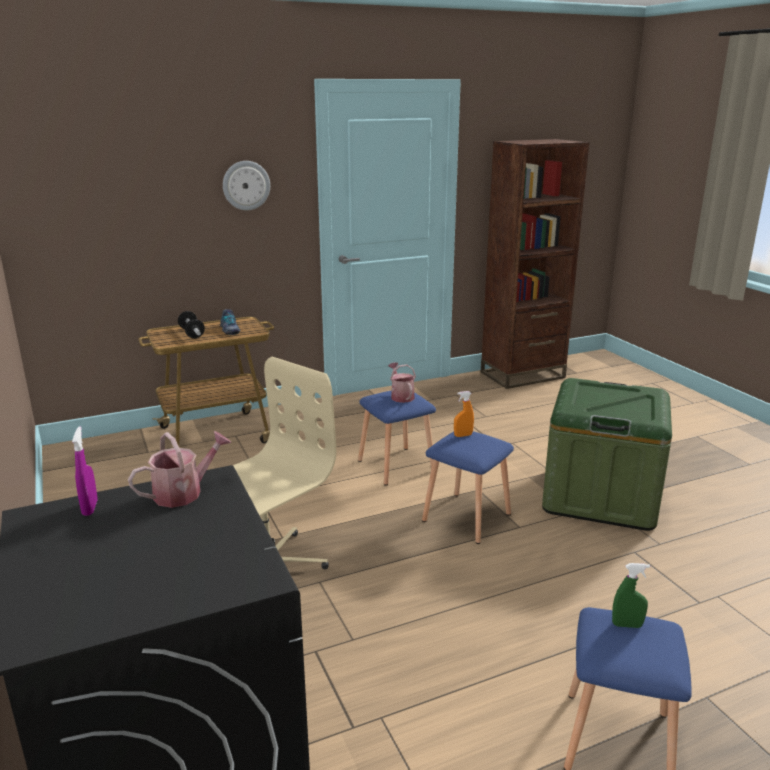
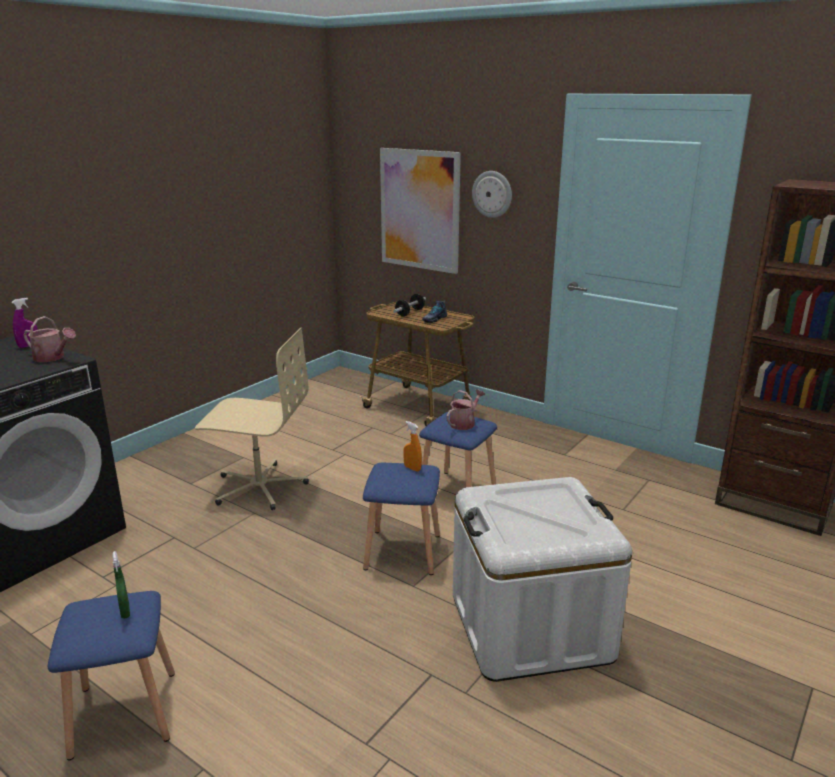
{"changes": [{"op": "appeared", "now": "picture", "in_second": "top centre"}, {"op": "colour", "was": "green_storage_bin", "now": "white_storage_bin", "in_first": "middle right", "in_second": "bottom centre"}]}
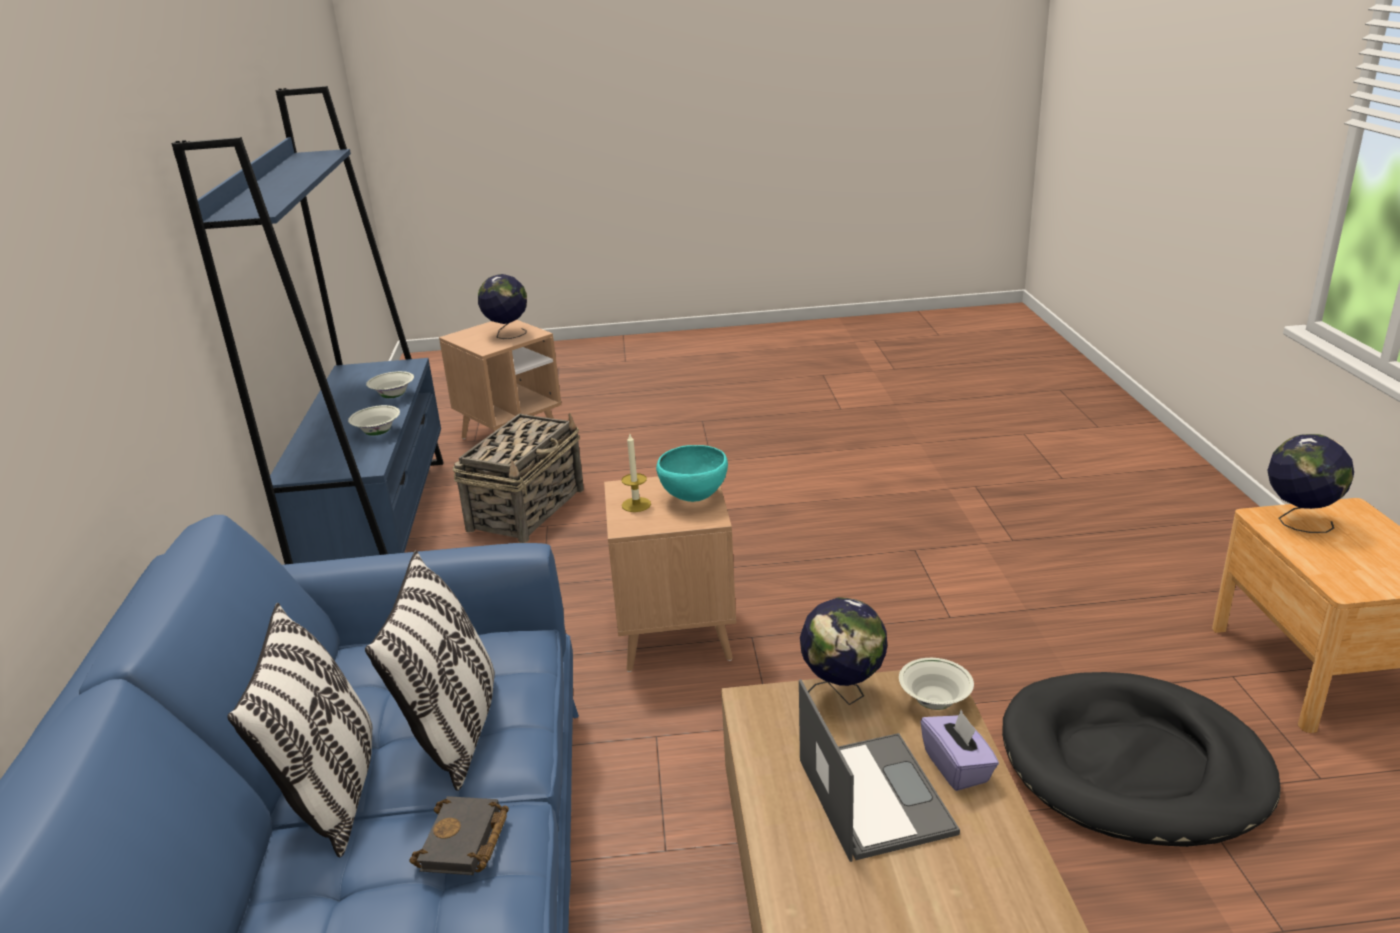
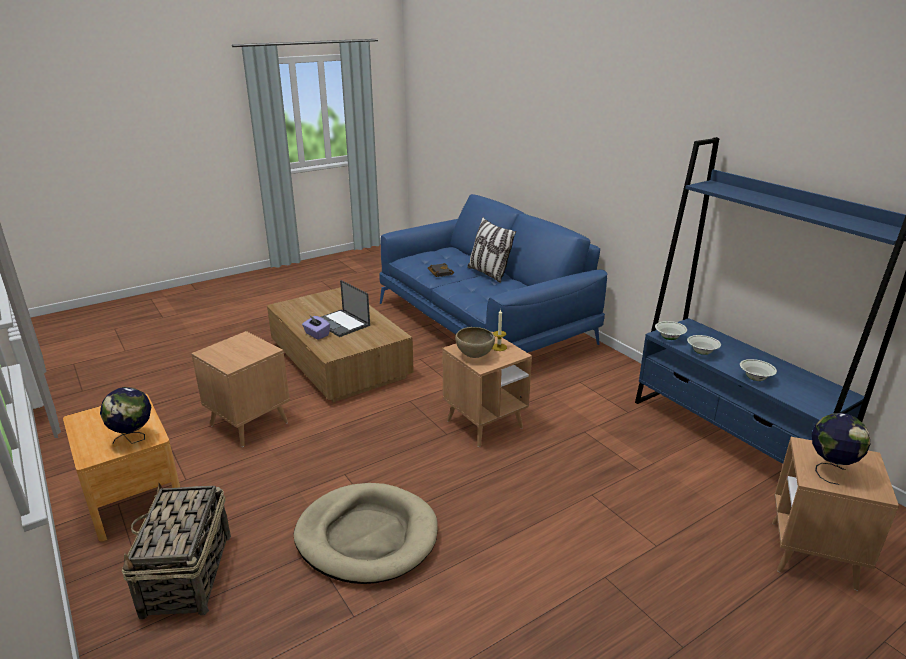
{"changes": [{"op": "missing", "was": "throw_pillow (no. 2 from left)", "in_first": "bottom left"}, {"op": "missing", "was": "world_globe (no. 2 from left)", "in_first": "bottom centre"}, {"op": "appeared", "now": "sand-coloured_dog_bed", "in_second": "bottom centre"}, {"op": "relocated", "was": "household_basket", "in_first": "centre", "in_second": "bottom left"}, {"op": "relocated", "was": "white_serving_bowl (no. 3 from left in the first image)", "now": "white_serving_bowl (no. 1 from left)", "in_first": "bottom right", "in_second": "middle right"}, {"op": "exchanged", "was": "black-coloured_dog_bed", "now": "brown_side_table (no. 1 from left)", "in_first": "bottom right", "in_second": "middle left"}, {"op": "colour", "was": "turquoise_serving_bowl", "now": "brown_serving_bowl", "in_first": "centre", "in_second": "centre"}]}
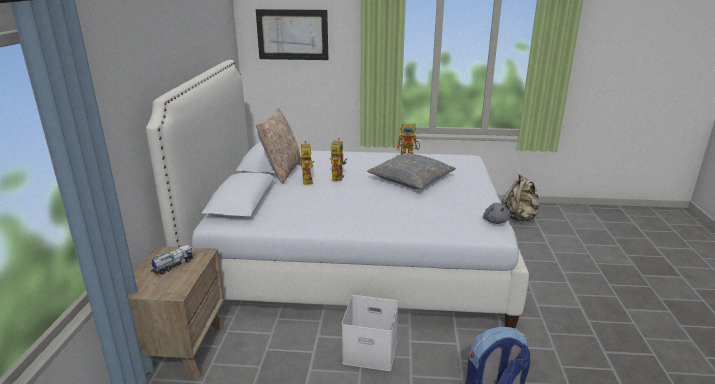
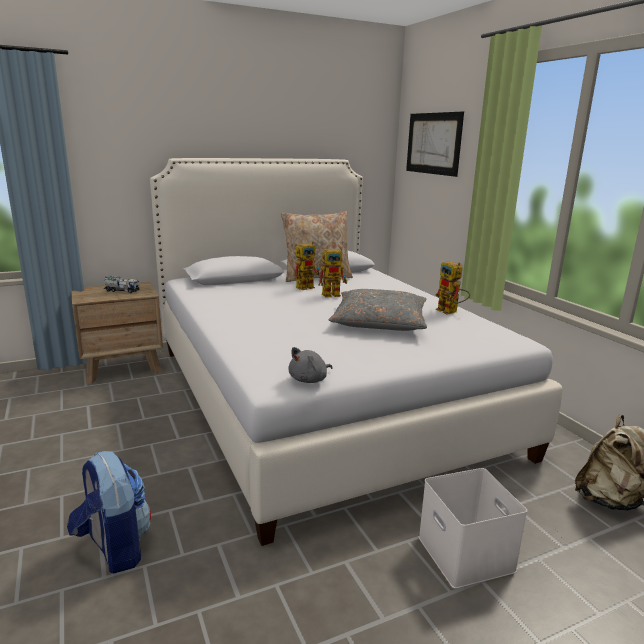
{"changes": [{"op": "relocated", "was": "white_storage_bin", "in_first": "bottom centre", "in_second": "bottom right"}]}
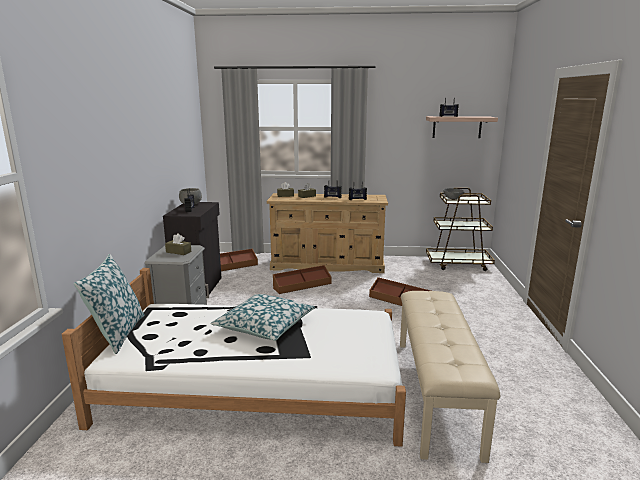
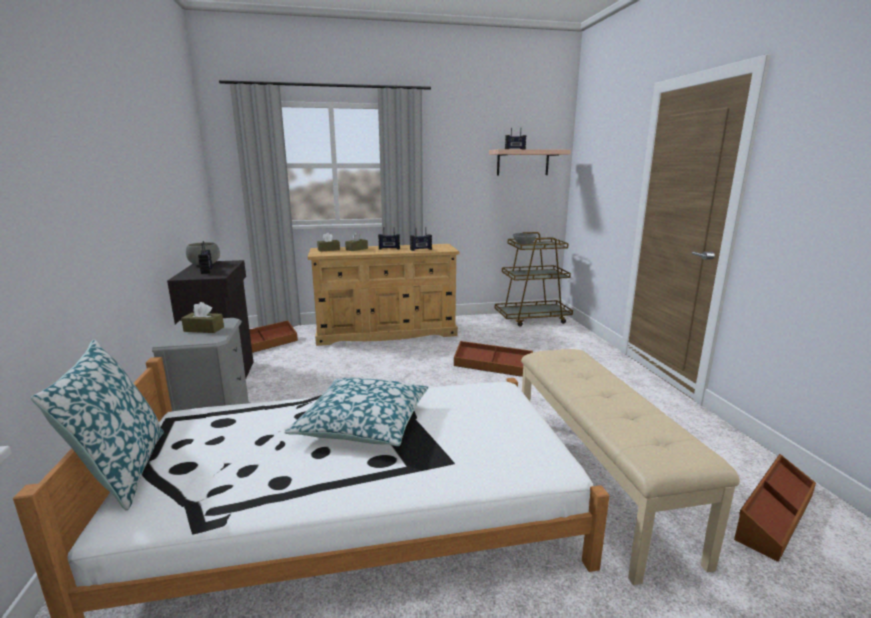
{"changes": [{"op": "relocated", "was": "brown_storage_bin (no. 2 from left in the first image)", "now": "brown_storage_bin (no. 3 from left)", "in_first": "centre", "in_second": "bottom right"}]}
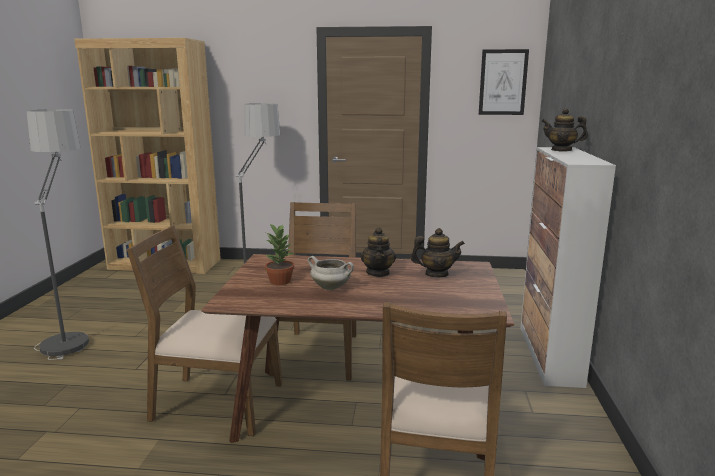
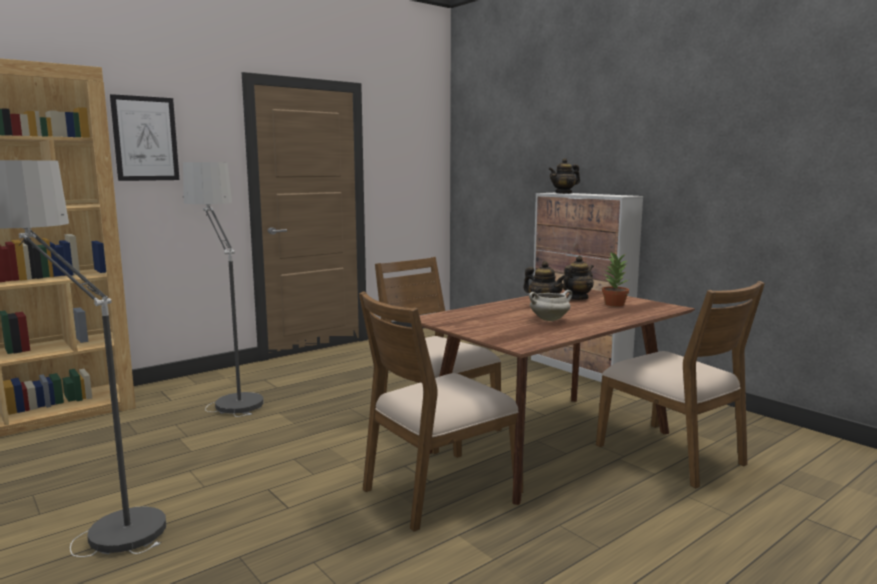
{"changes": [{"op": "relocated", "was": "plant_in_a_pot", "in_first": "centre", "in_second": "middle right"}, {"op": "relocated", "was": "picture", "in_first": "top right", "in_second": "top left"}]}
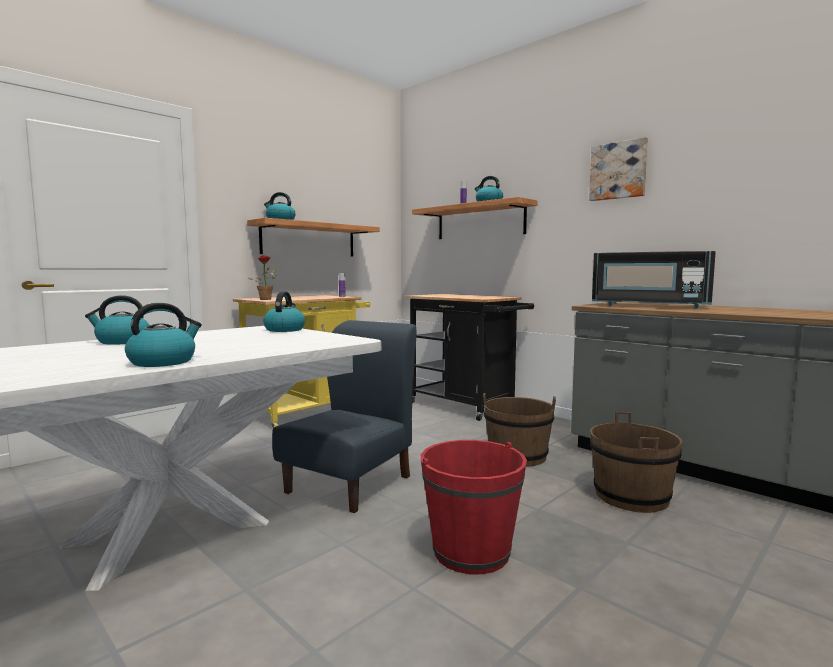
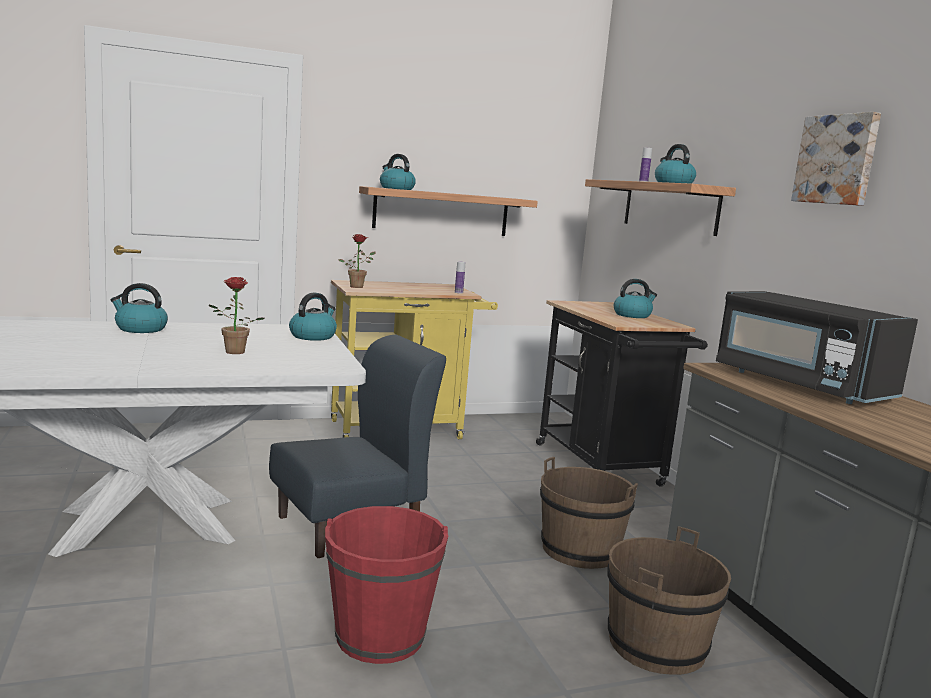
{"changes": [{"op": "appeared", "now": "plant_in_a_pot (no. 1 from left)", "in_second": "middle left"}, {"op": "relocated", "was": "tea_kettle (no. 2 from left in the first image)", "now": "tea_kettle (no. 4 from left)", "in_first": "middle left", "in_second": "middle right"}]}
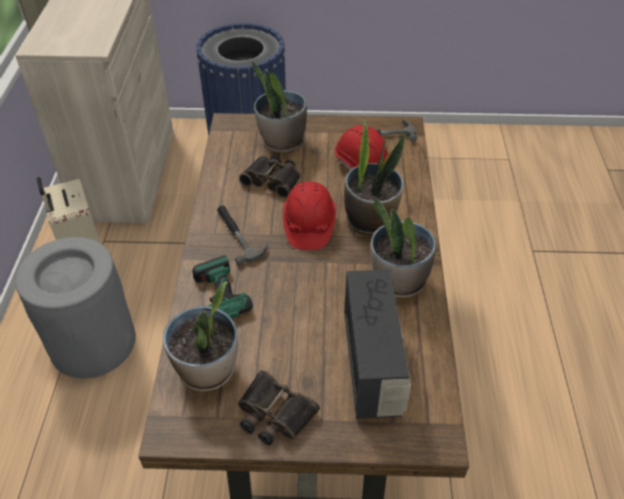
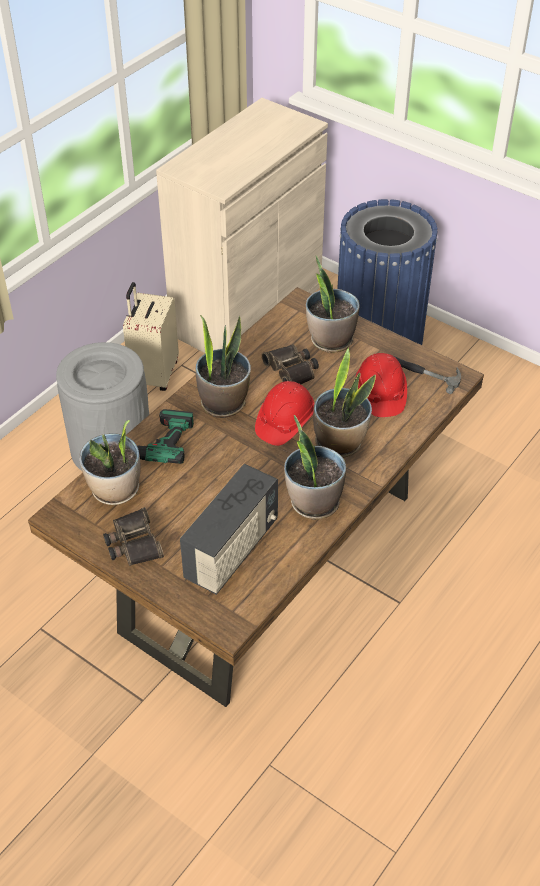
{"changes": [{"op": "exchanged", "was": "tool_hammer (no. 1 from left)", "now": "plant_in_a_pot (no. 2 from left)", "in_first": "centre", "in_second": "centre"}]}
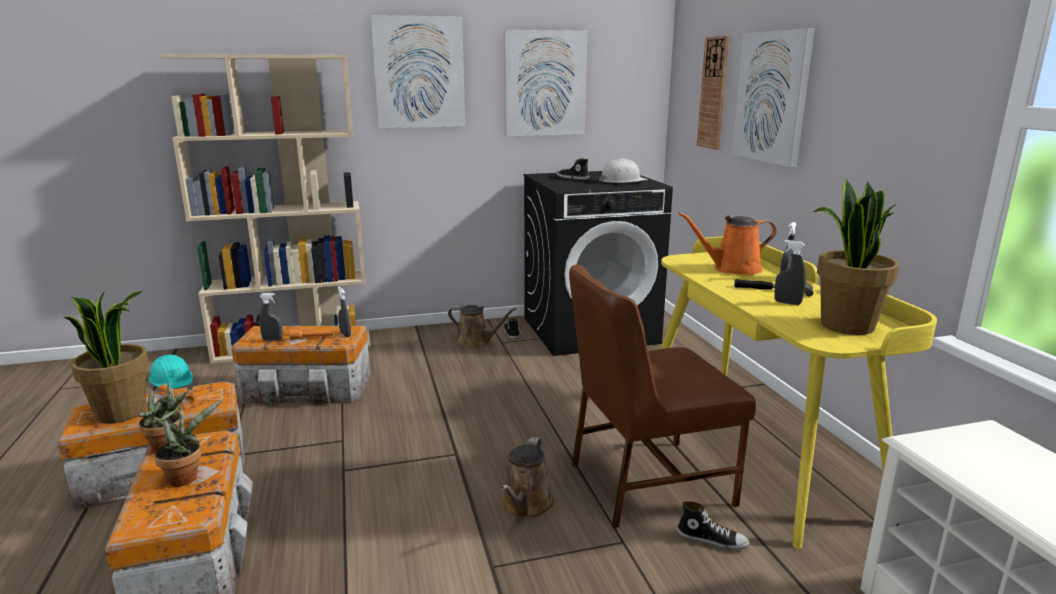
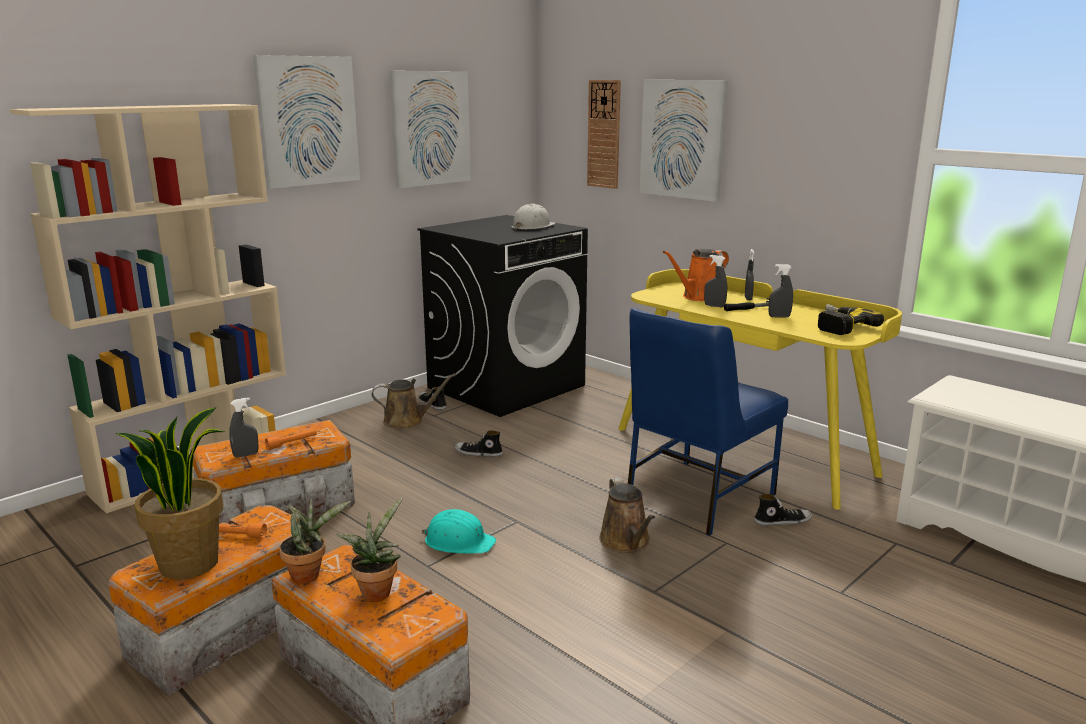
{"changes": [{"op": "relocated", "was": "turquoise_work_helmet", "in_first": "middle left", "in_second": "bottom centre"}, {"op": "relocated", "was": "grey_hand_sprayer (no. 2 from left)", "in_first": "middle left", "in_second": "centre"}, {"op": "relocated", "was": "low_shoe (no. 2 from left)", "in_first": "top centre", "in_second": "centre"}, {"op": "exchanged", "was": "plant_in_a_pot (no. 4 from left)", "now": "drill", "in_first": "middle right", "in_second": "middle right"}, {"op": "colour", "was": "brown_upright_chair", "now": "blue_upright_chair", "in_first": "bottom centre", "in_second": "centre"}]}
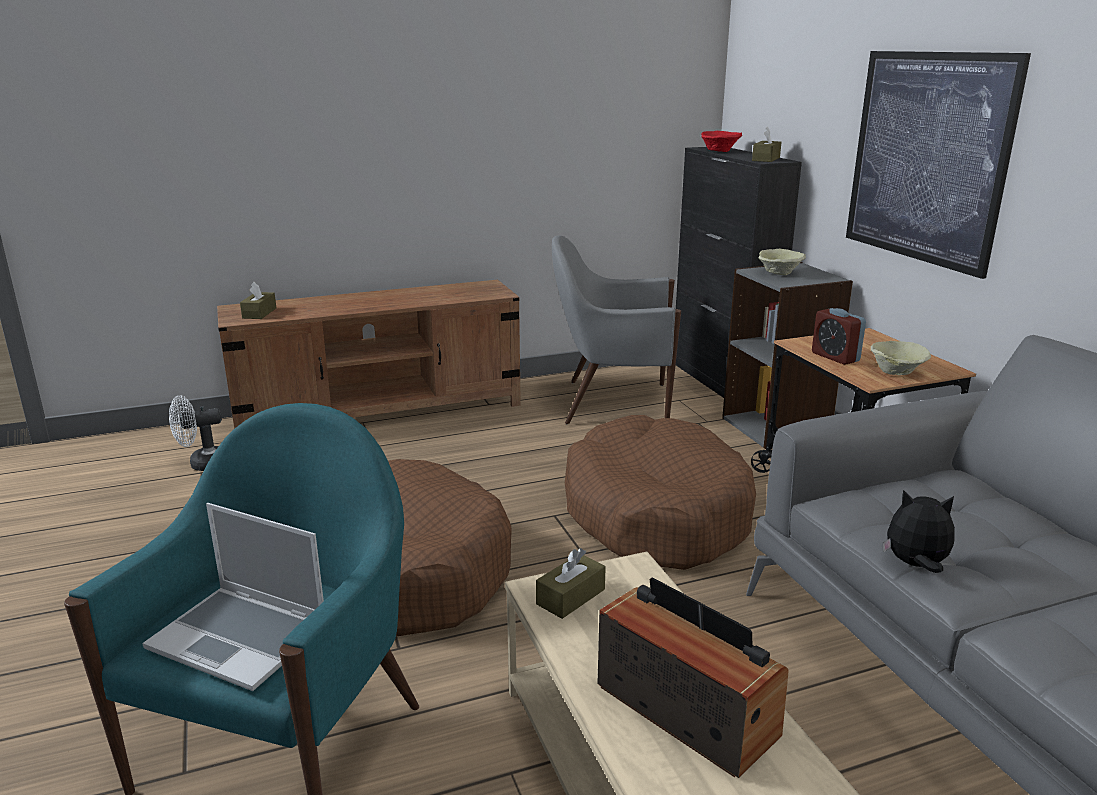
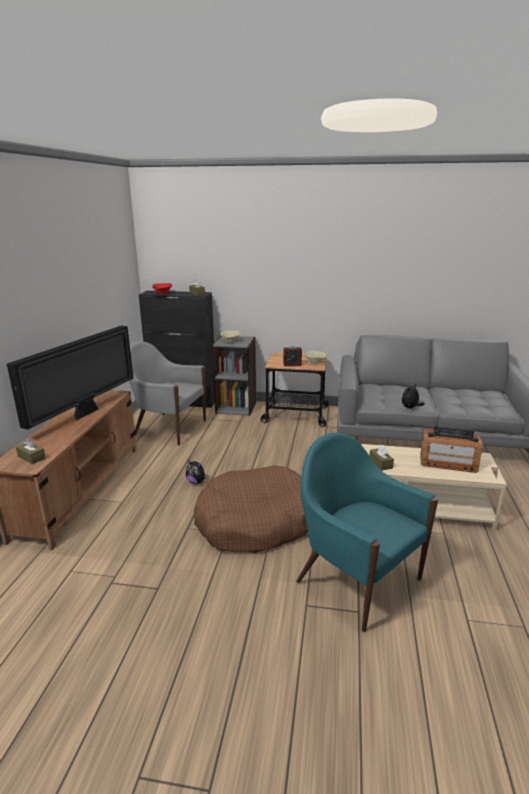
{"changes": [{"op": "missing", "was": "notebook_computer", "in_first": "bottom left"}, {"op": "missing", "was": "white_cooling_fan", "in_first": "middle left"}, {"op": "missing", "was": "brown_dog_bed (no. 2 from left)", "in_first": "centre"}, {"op": "missing", "was": "picture", "in_first": "top right"}, {"op": "appeared", "now": "TV", "in_second": "middle left"}, {"op": "appeared", "now": "cuddly_toy (no. 1 from left)", "in_second": "centre"}, {"op": "spun", "was": "grey_easy_chair", "in_first": "centre", "in_second": "middle left", "clockwise": 75}, {"op": "spun", "was": "radio_set", "in_first": "bottom centre", "in_second": "middle right", "clockwise": -150}]}
